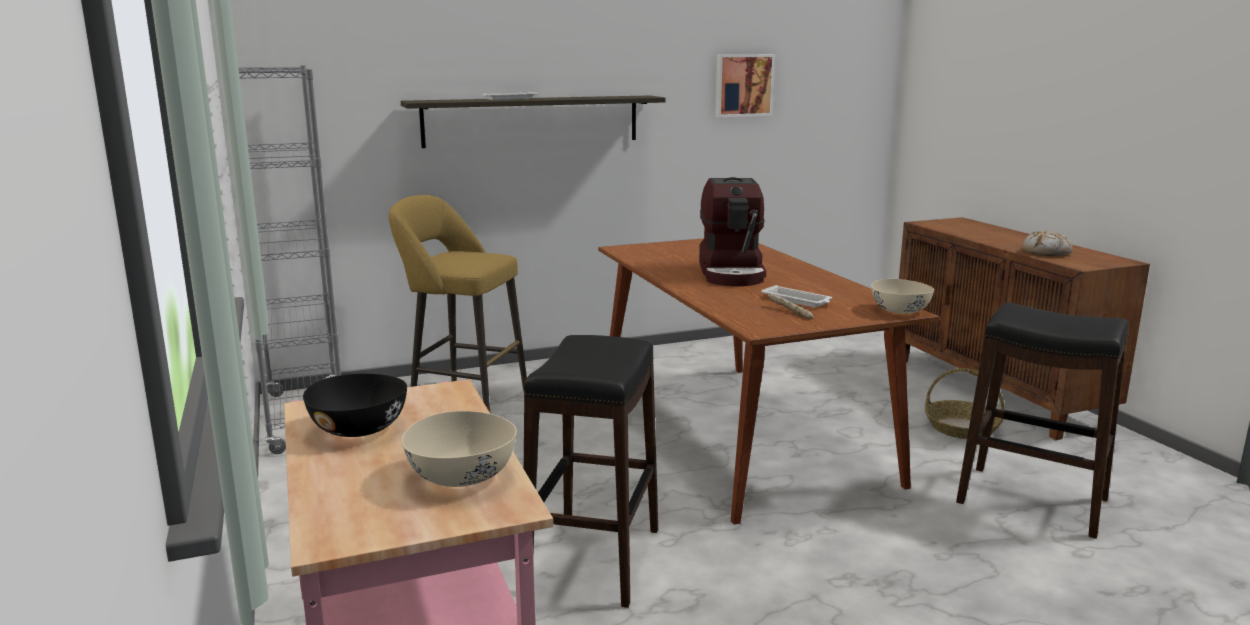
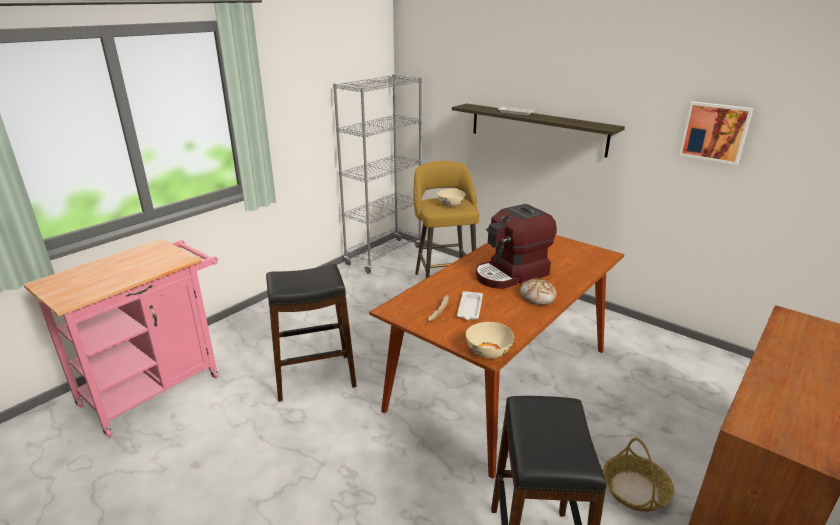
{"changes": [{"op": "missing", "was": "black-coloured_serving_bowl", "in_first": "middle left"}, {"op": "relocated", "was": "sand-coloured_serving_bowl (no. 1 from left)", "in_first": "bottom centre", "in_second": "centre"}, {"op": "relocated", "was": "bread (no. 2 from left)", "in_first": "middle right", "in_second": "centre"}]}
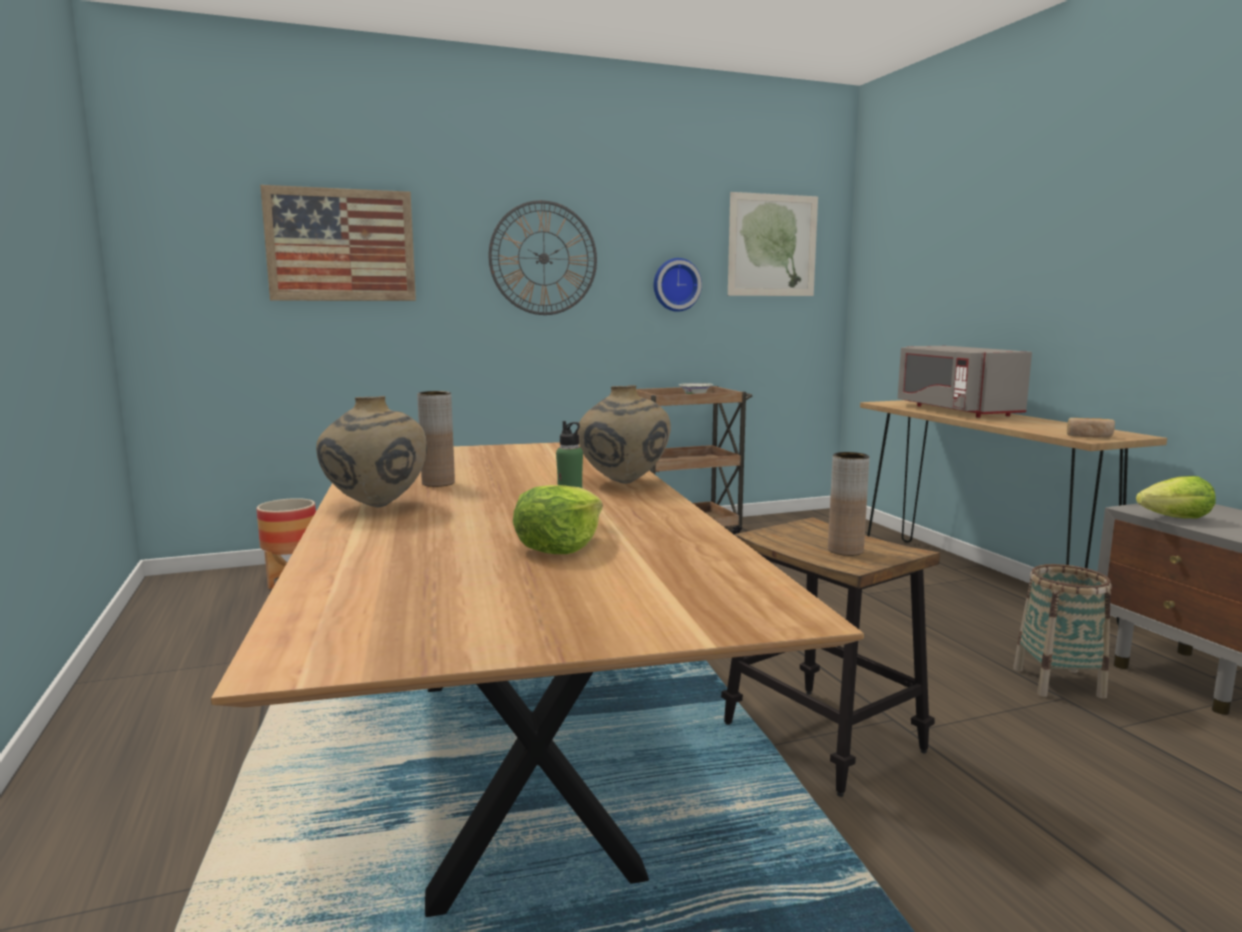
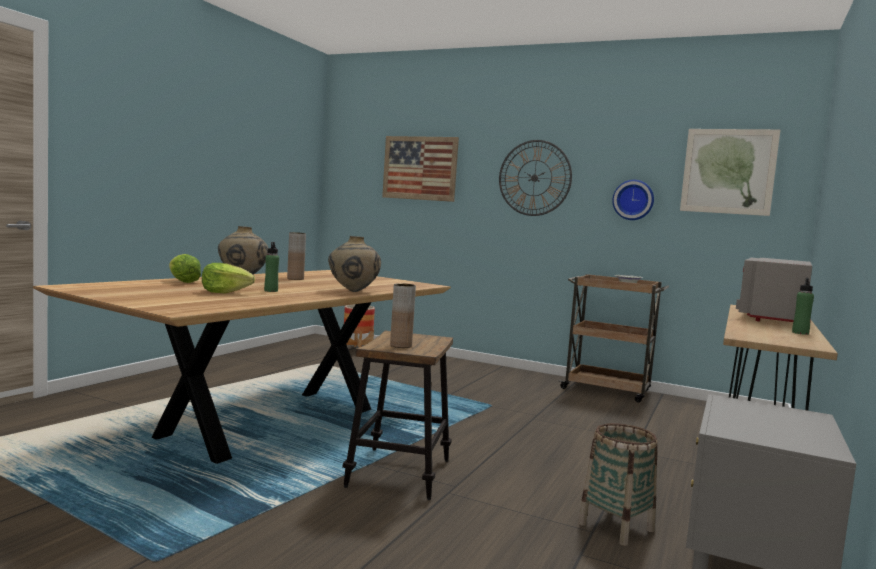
{"changes": [{"op": "missing", "was": "bread", "in_first": "middle right"}, {"op": "appeared", "now": "green_beverage_bottle (no. 2 from left)", "in_second": "middle right"}, {"op": "relocated", "was": "lettuce (no. 2 from left in the first image)", "now": "lettuce (no. 1 from left)", "in_first": "middle right", "in_second": "middle left"}]}
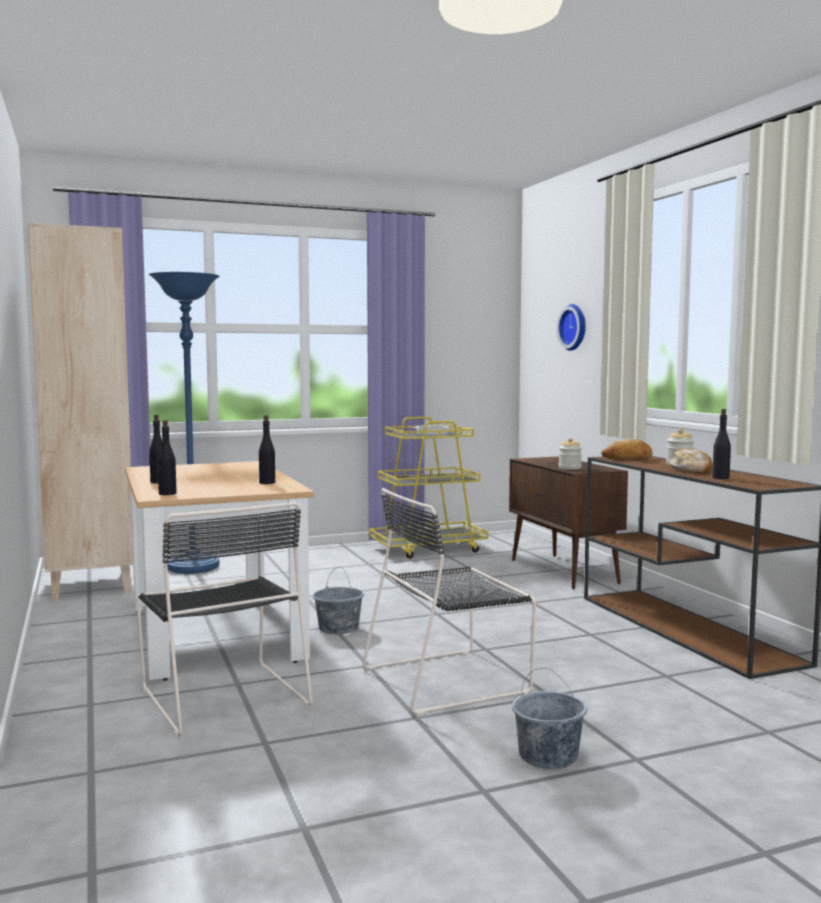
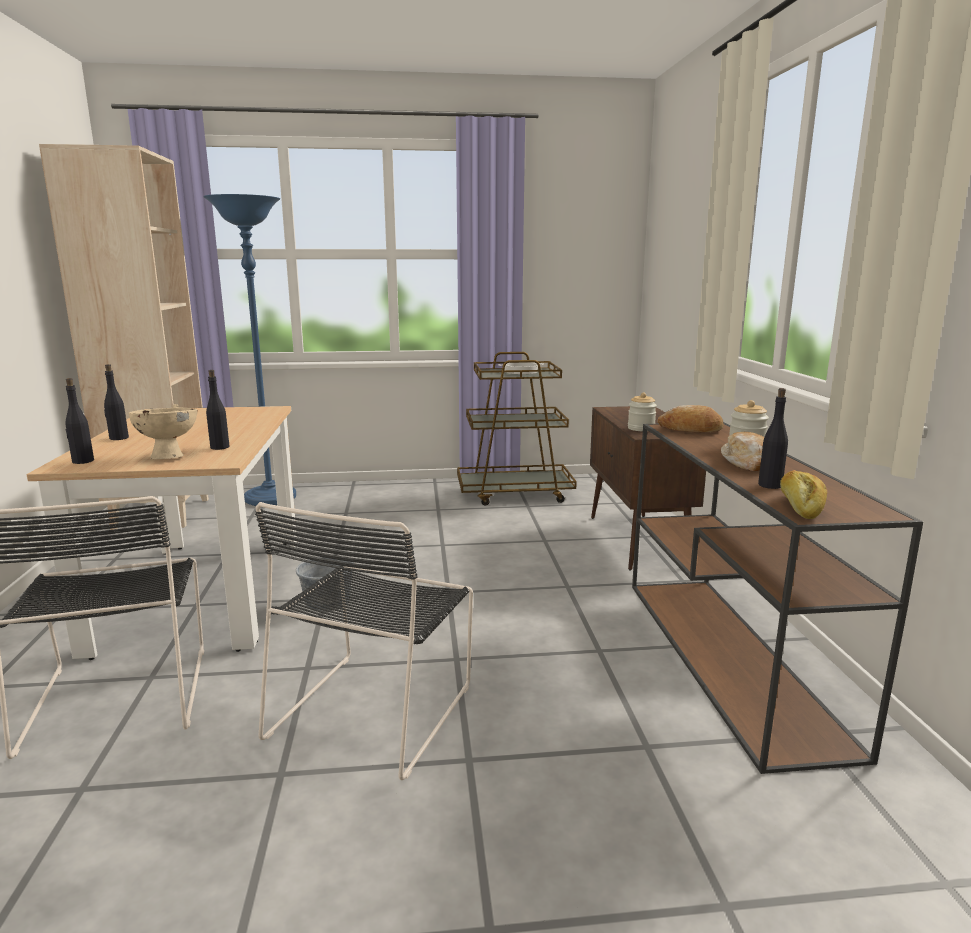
{"changes": [{"op": "missing", "was": "grey_pail (no. 2 from left)", "in_first": "bottom right"}, {"op": "missing", "was": "clock_on_the_wall", "in_first": "middle right"}, {"op": "appeared", "now": "sand-coloured_serving_bowl", "in_second": "middle left"}, {"op": "appeared", "now": "bread (no. 3 from left)", "in_second": "middle right"}, {"op": "colour", "was": "yellow_wheeled_cart", "now": "brown_wheeled_cart", "in_first": "centre", "in_second": "centre"}, {"op": "spun", "was": "black-coloured_upright_chair (no. 2 from left)", "in_first": "centre", "in_second": "bottom centre", "clockwise": -60}]}
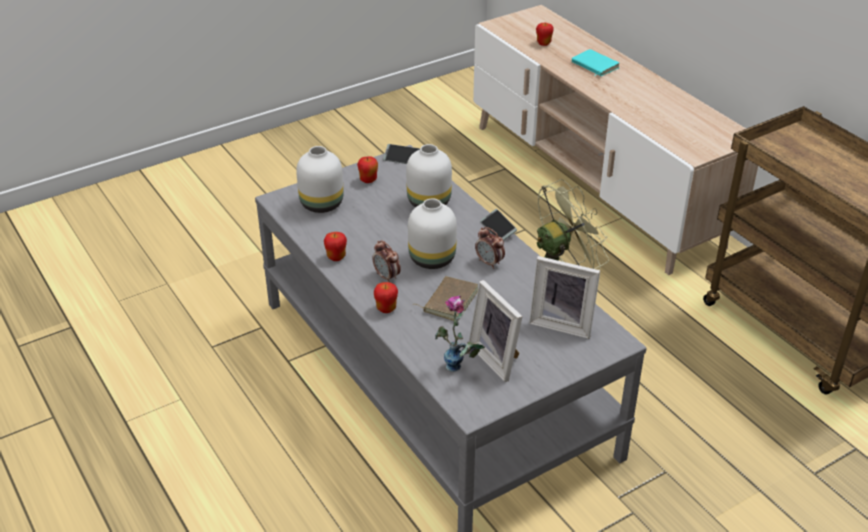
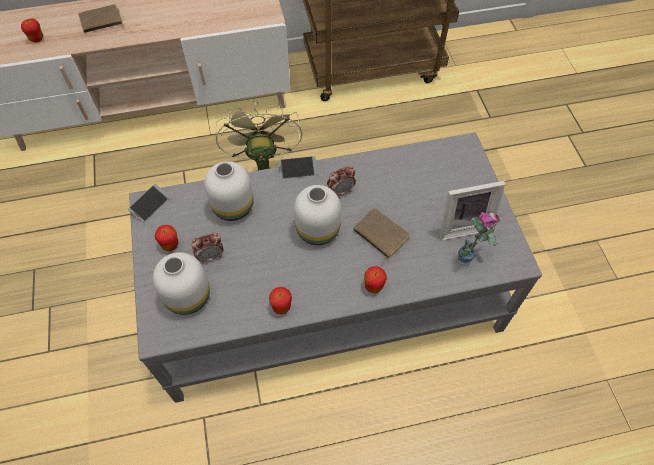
{"changes": [{"op": "missing", "was": "photo_frame (no. 2 from left)", "in_first": "centre"}, {"op": "relocated", "was": "alarm_clock (no. 1 from left)", "in_first": "centre", "in_second": "middle left"}, {"op": "colour", "was": "turquoise_bound_book", "now": "brown_bound_book (no. 1 from left)", "in_first": "top right", "in_second": "top left"}]}
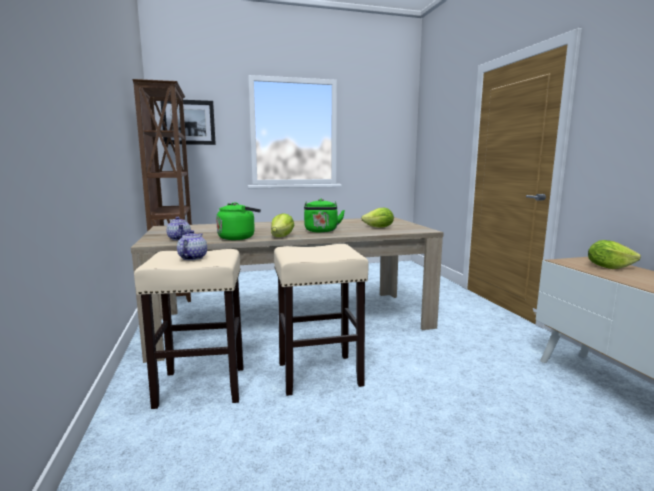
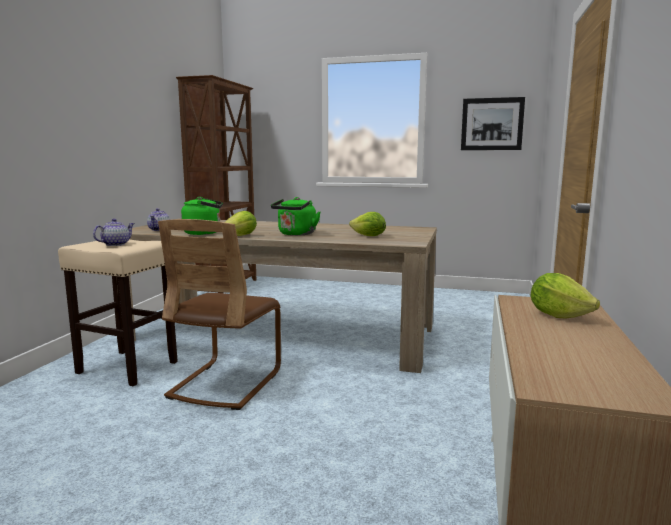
{"changes": [{"op": "relocated", "was": "picture", "in_first": "top left", "in_second": "top right"}, {"op": "exchanged", "was": "sand-coloured_stool_seat (no. 2 from left)", "now": "brown_upright_chair", "in_first": "centre", "in_second": "middle left"}]}
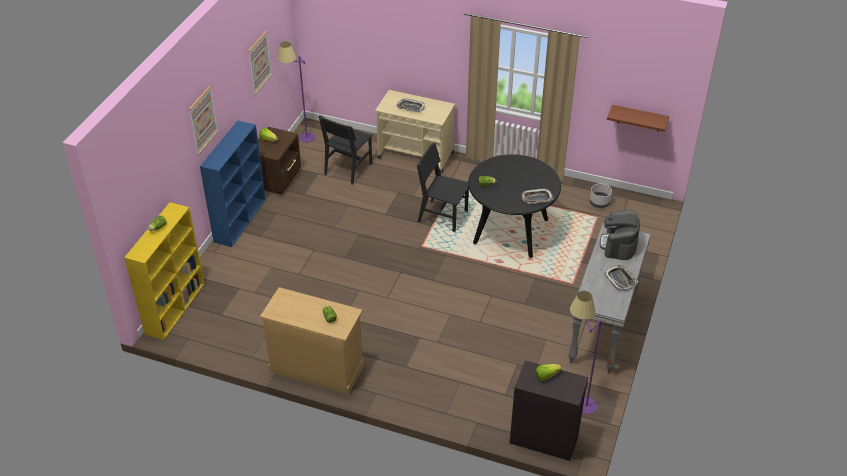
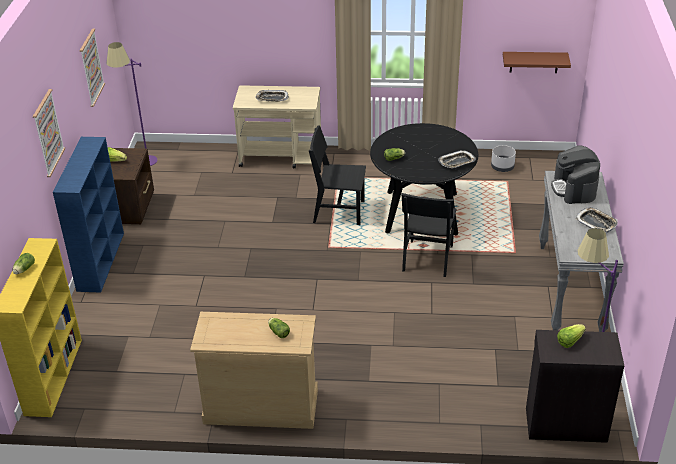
{"changes": [{"op": "relocated", "was": "black-coloured_upright_chair (no. 1 from left in the first image)", "now": "black-coloured_upright_chair (no. 2 from left)", "in_first": "top centre", "in_second": "centre"}]}
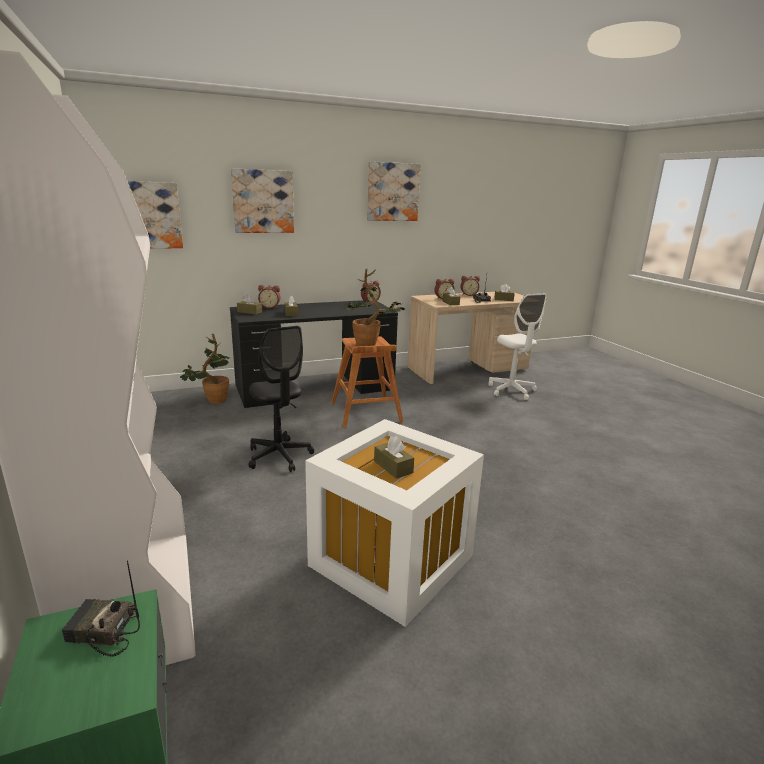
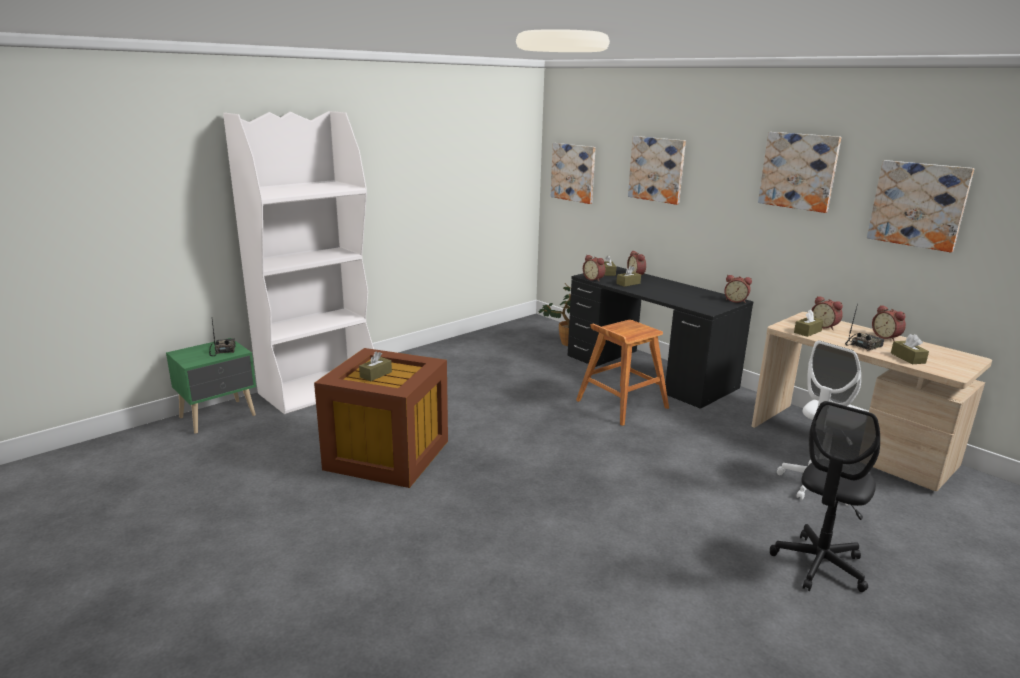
{"changes": [{"op": "missing", "was": "plant_in_a_pot (no. 2 from left)", "in_first": "centre"}, {"op": "appeared", "now": "alarm_clock (no. 1 from left)", "in_second": "centre"}, {"op": "appeared", "now": "picture (no. 4 from left)", "in_second": "top right"}, {"op": "relocated", "was": "black-coloured_office_chair", "in_first": "centre", "in_second": "bottom right"}, {"op": "colour", "was": "white_storage_bin", "now": "brown_storage_bin", "in_first": "bottom centre", "in_second": "centre"}]}
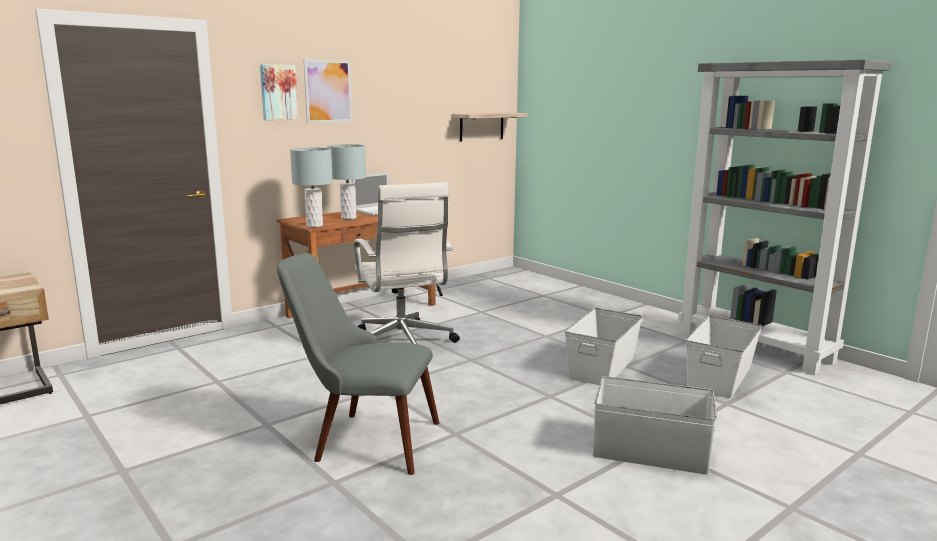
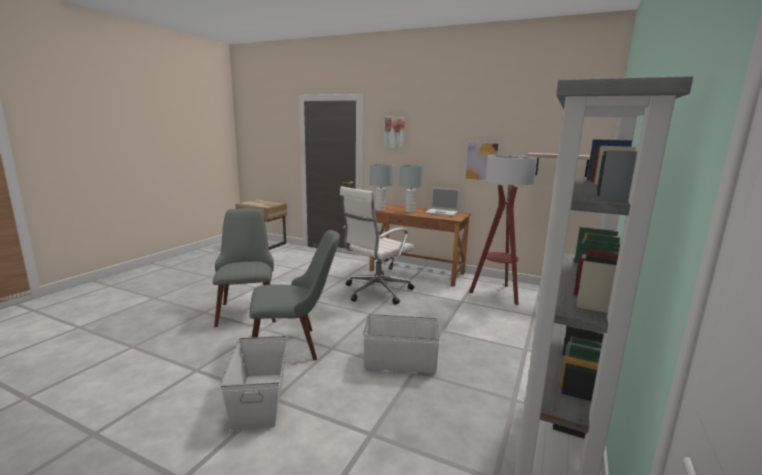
{"changes": [{"op": "missing", "was": "white_storage_bin (no. 3 from left)", "in_first": "middle right"}, {"op": "appeared", "now": "grey_upright_chair (no. 2 from left)", "in_second": "centre"}, {"op": "appeared", "now": "floor_lamp", "in_second": "centre"}, {"op": "relocated", "was": "picture (no. 2 from left)", "in_first": "top centre", "in_second": "centre"}]}
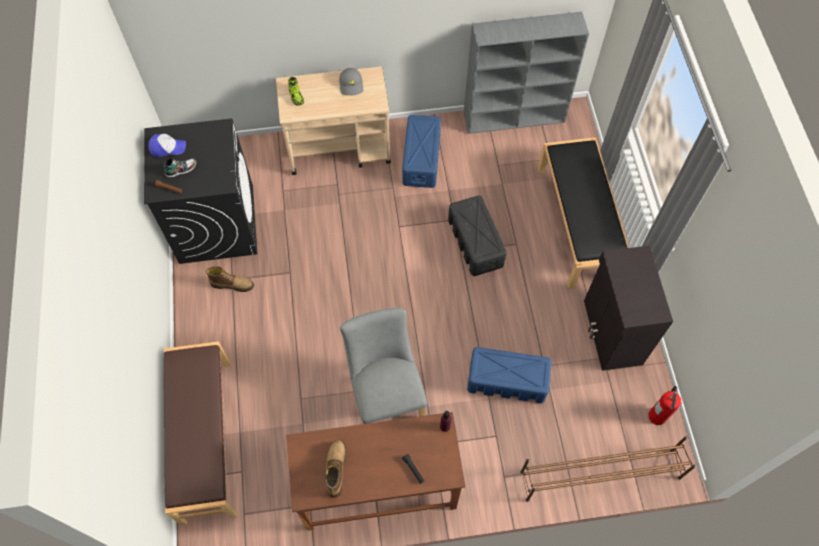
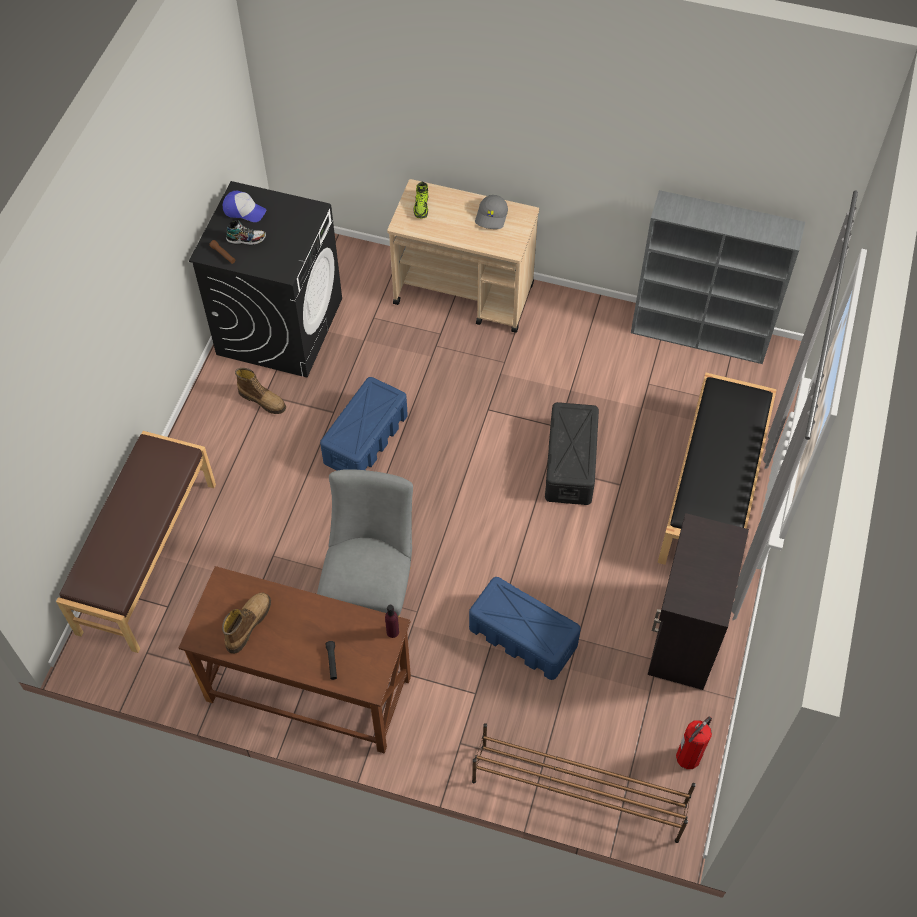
{"changes": [{"op": "relocated", "was": "blue_storage_bin (no. 1 from left)", "in_first": "top centre", "in_second": "centre"}]}
